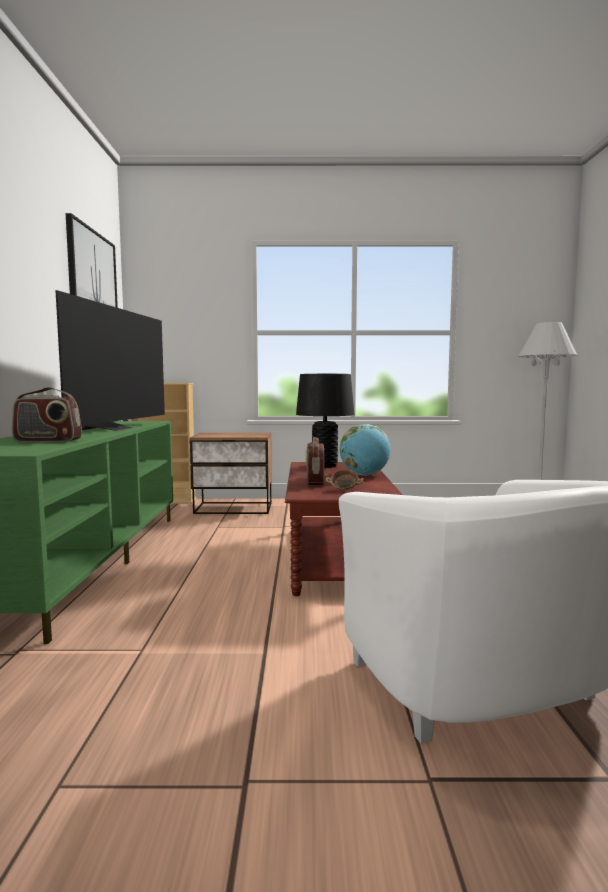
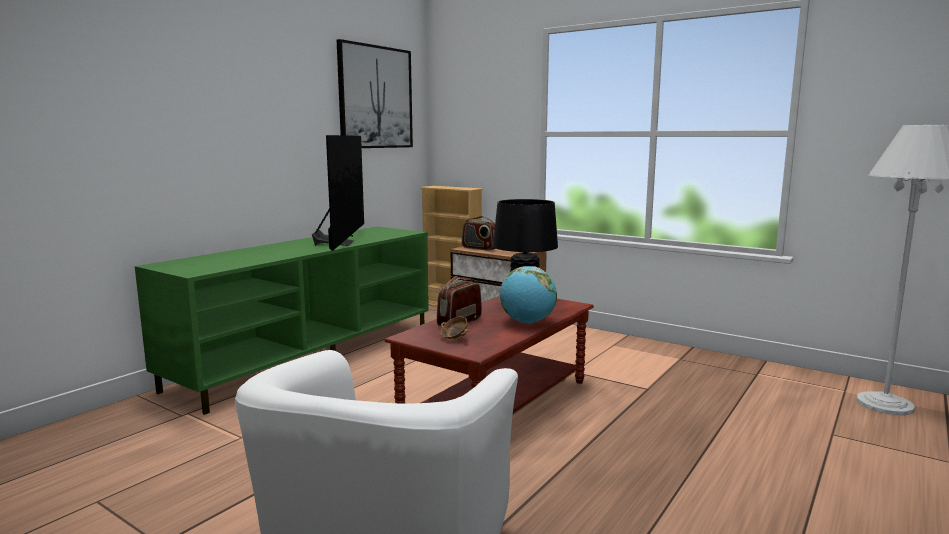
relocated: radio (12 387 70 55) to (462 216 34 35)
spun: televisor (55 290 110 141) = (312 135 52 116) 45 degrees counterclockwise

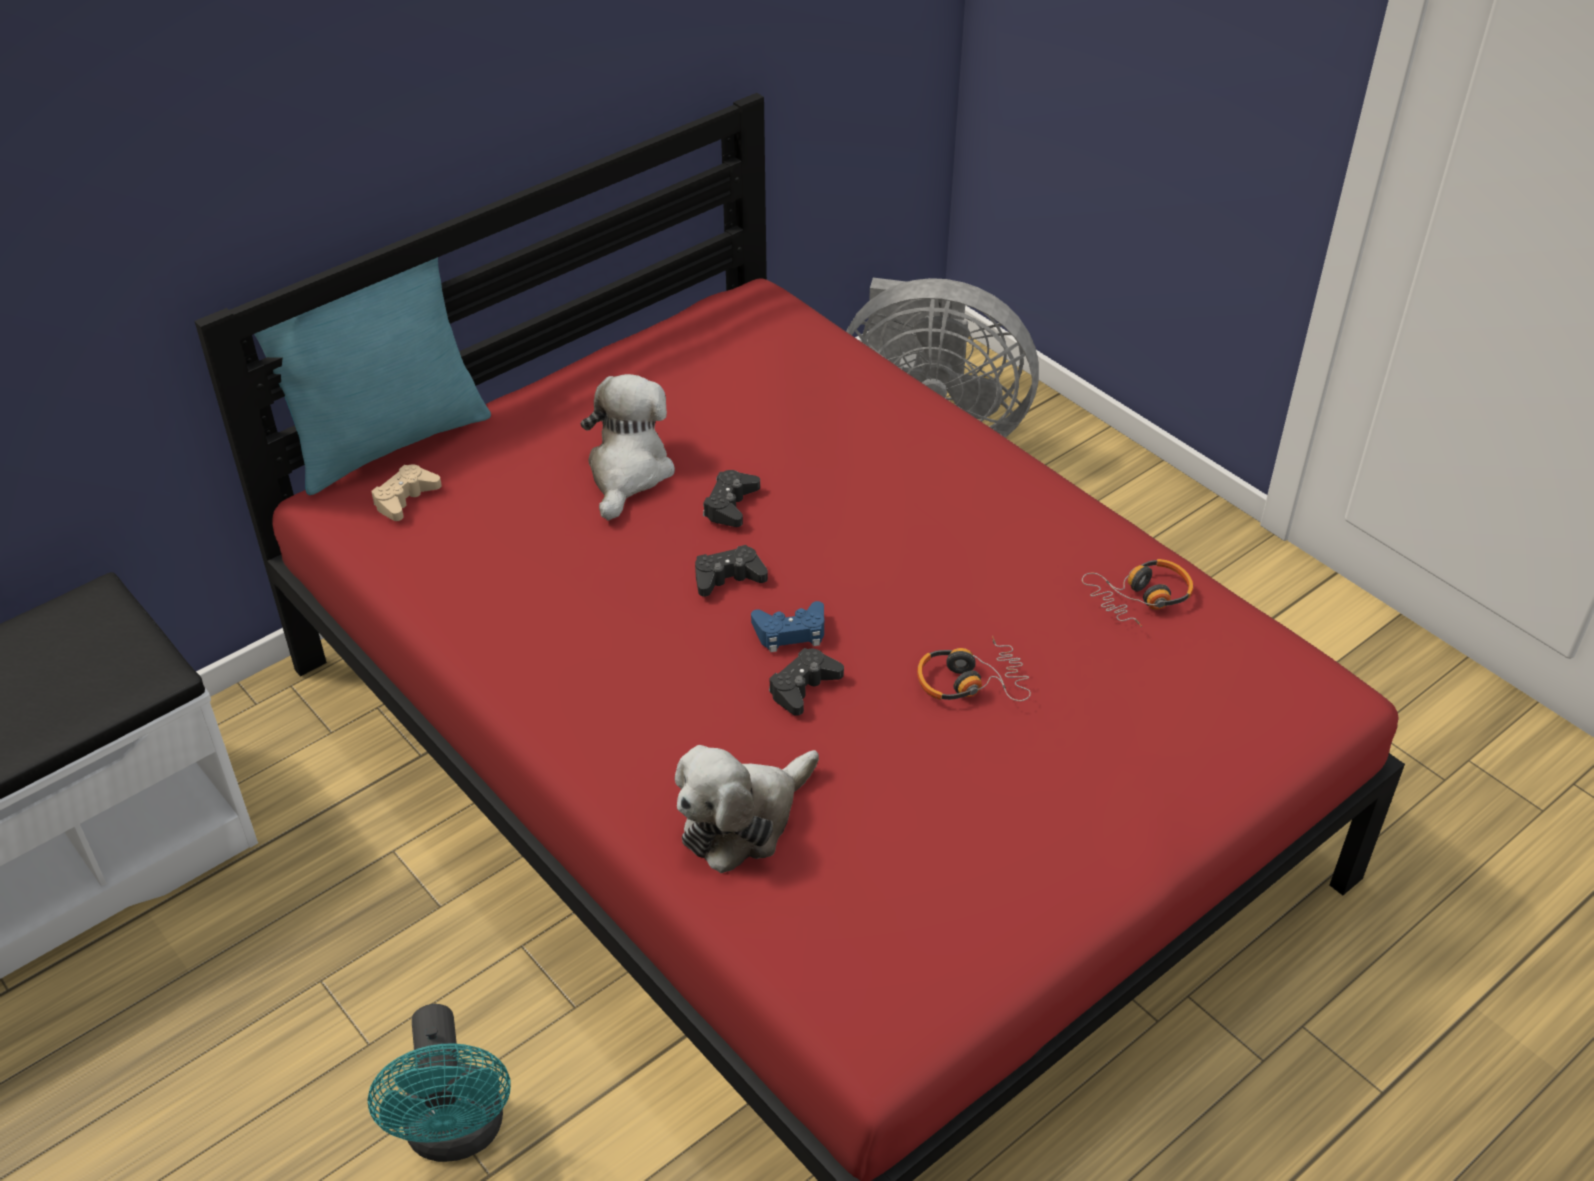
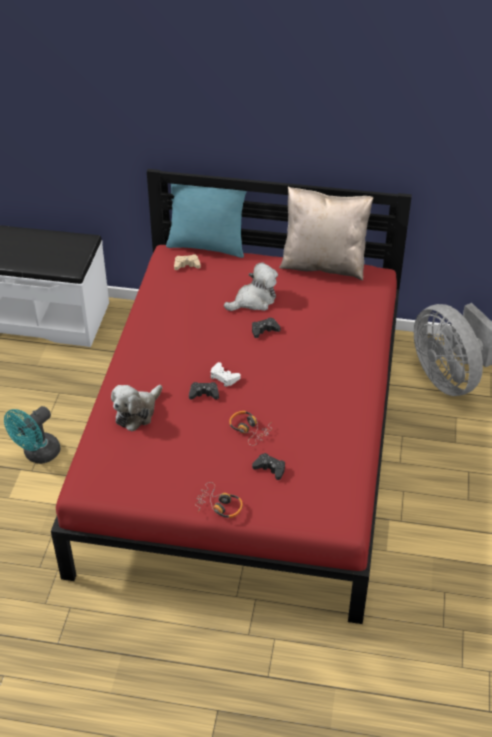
appeared: cojín (beis) (279 186 95 95)
relocated: auriculares (1082 559 111 68) to (195 482 48 36); mando de consola (negro) (695 545 73 52) to (252 453 33 27)
colour: mando de consola (azul) (751 601 73 51) to mando de consola (blanco) (211 362 30 25)
spun: peluche (675 745 144 128) = (111 385 51 46) 60 degrees counterclockwise

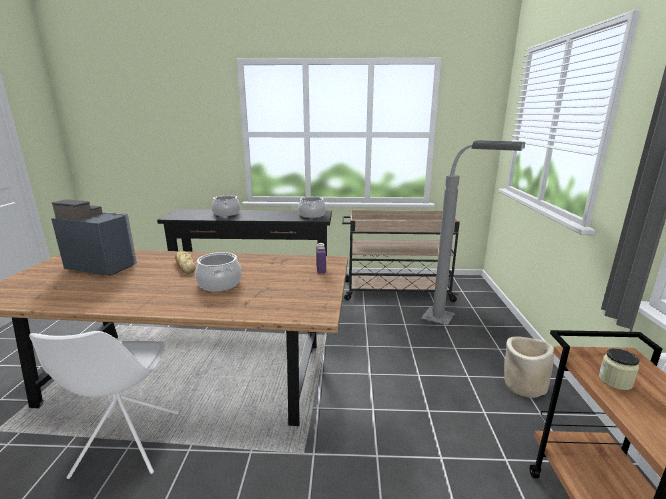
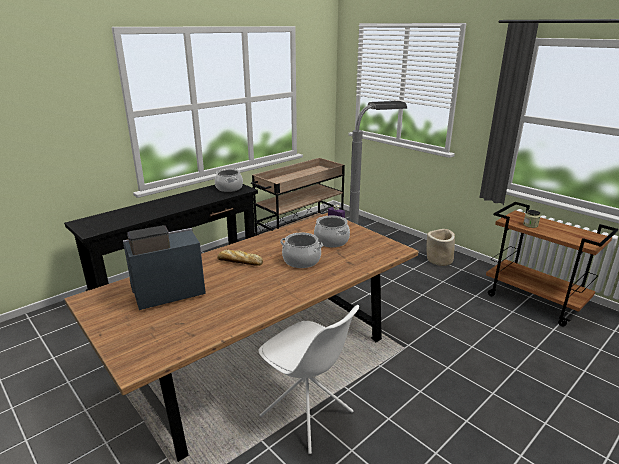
relocated: olla (212 195 28 21) to (314 215 36 32)

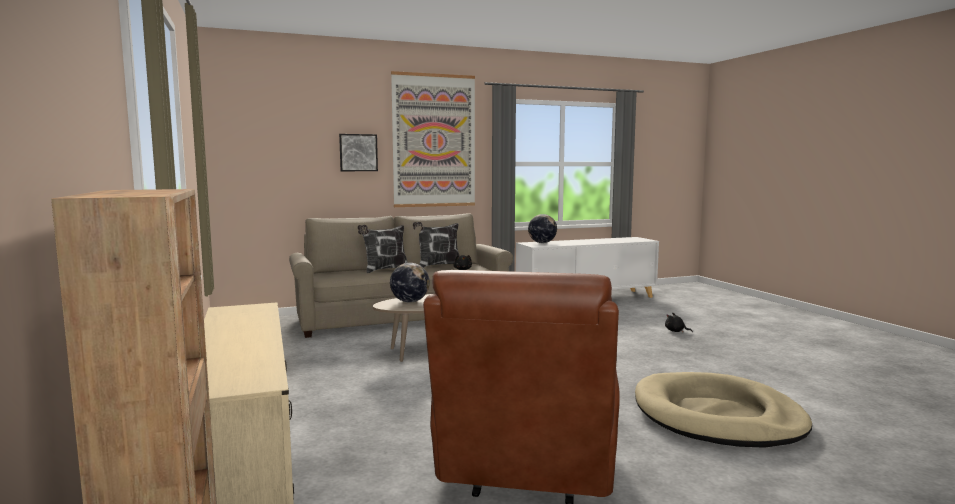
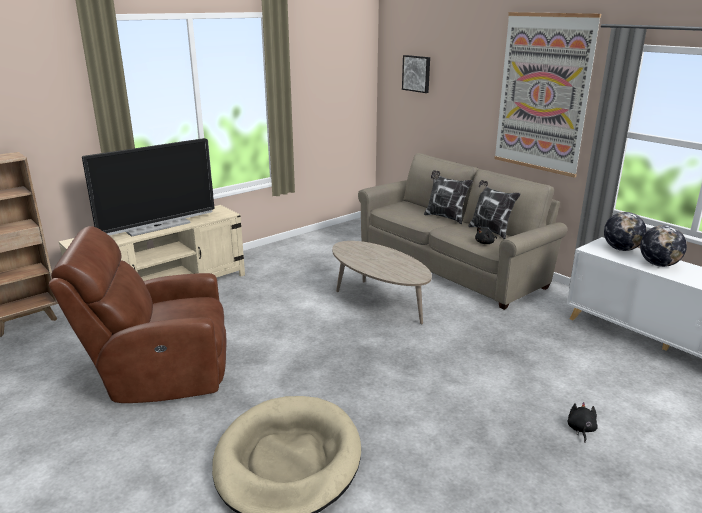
appeared: televisor (82 138 132 99)
relocated: cuadro (339 134 39 37) to (402 55 28 38); globo terráqueo (390 263 40 39) to (640 225 47 42)

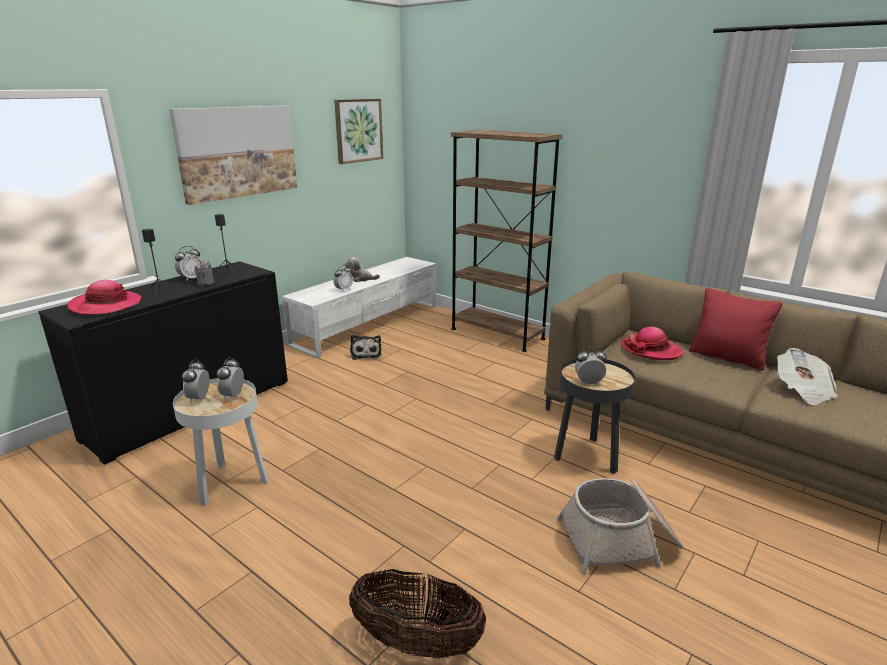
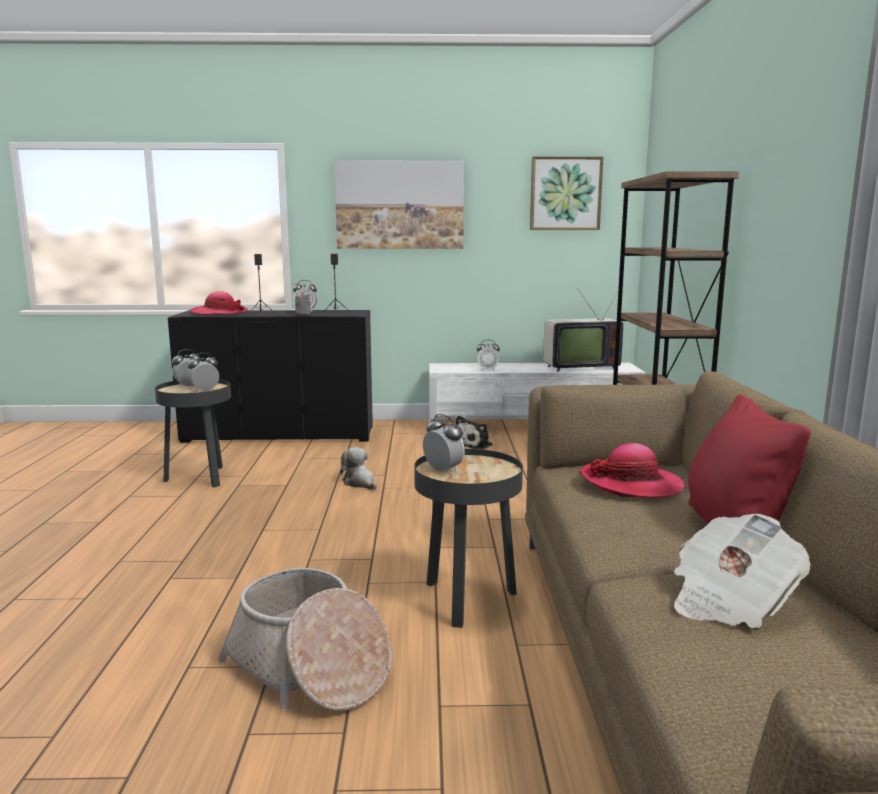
missing: cesta (349 569 137 90)
appeared: televisor (543 288 80 84)
relocated: peluche (345 257 35 25) to (340 447 37 43)
colour: mesa auxiliar (blanco) (173 378 95 128) to mesa auxiliar (negro) (155 379 76 108)

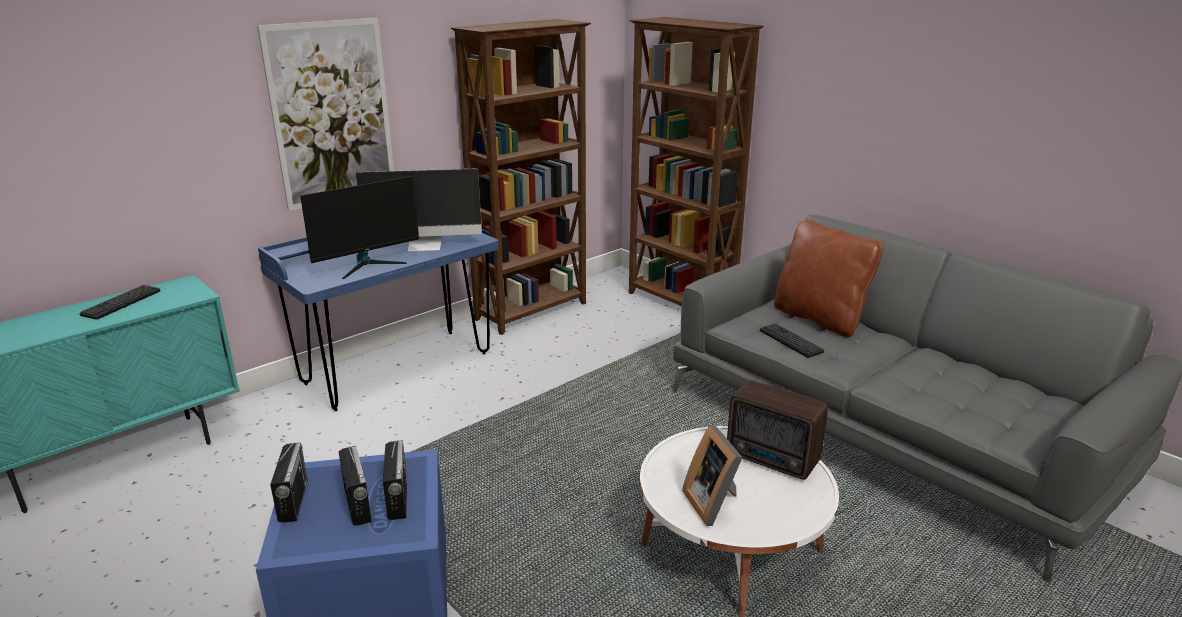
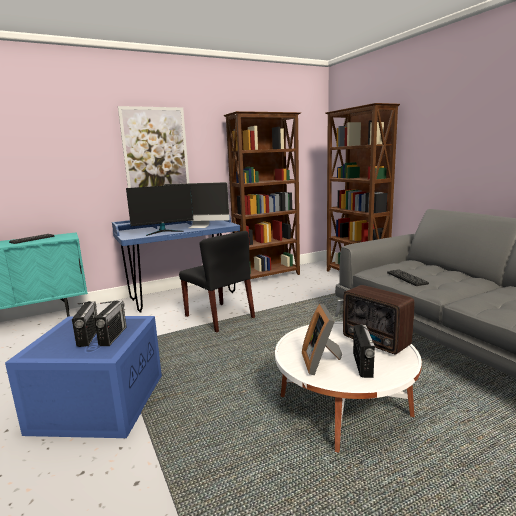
missing: cojín (marrón) (774 219 109 118)
appeared: silla (negro) (179 231 76 102)
relocated: radio (270 443 38 80) to (353 324 22 54)

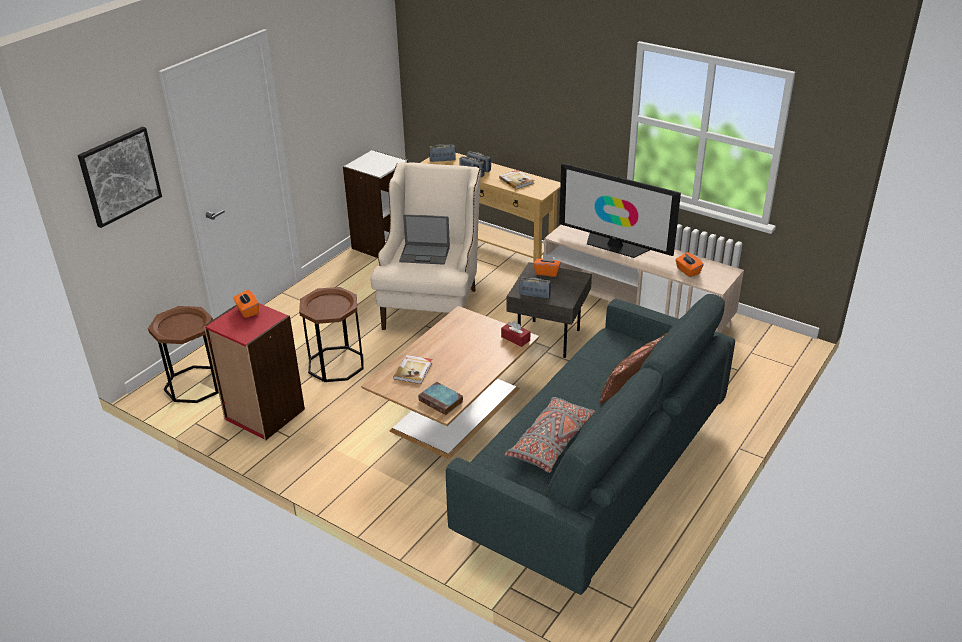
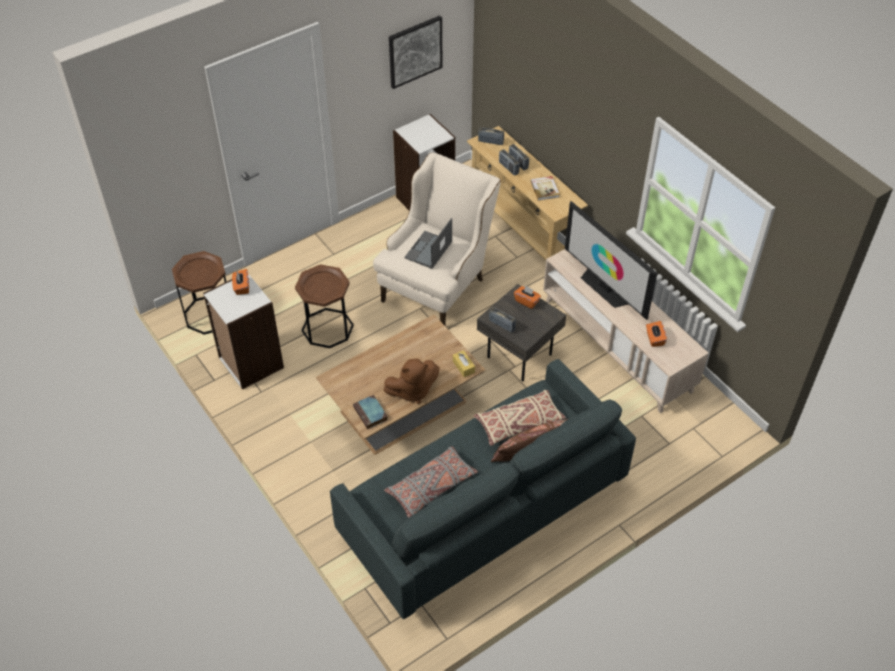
missing: libro (393 355 39 29)
appeared: peluche (marrón) (383 358 56 46); cojín (beis) (474 390 92 56)
relocated: cuadro (78 126 84 102) to (389 16 53 73)
colour: estantería (rojo) (204 303 101 137) to estantería (blanco) (203 274 81 116); caja de pañuelos (rojo) (501 321 29 26) to caja de pañuelos (amarillo) (453 350 22 27)
spun: portátil (399 214 51 51) = (404 218 48 51) 90 degrees clockwise

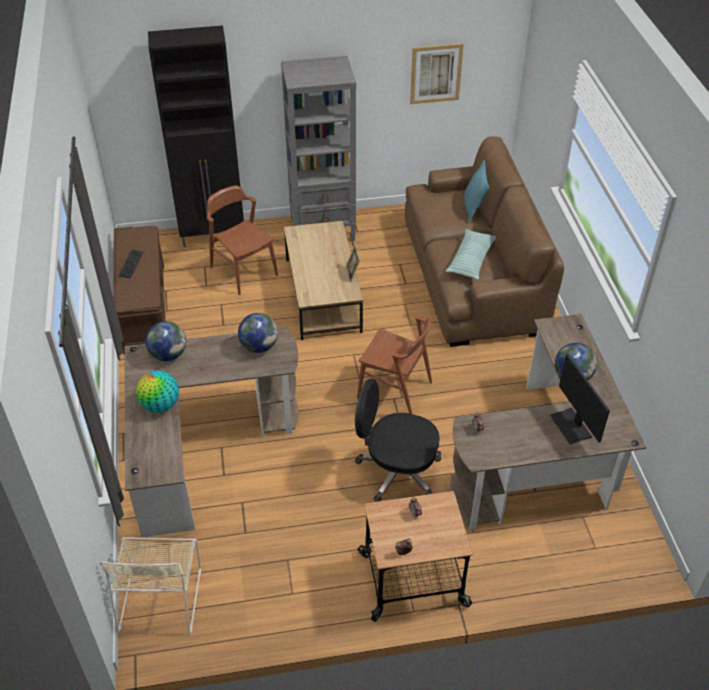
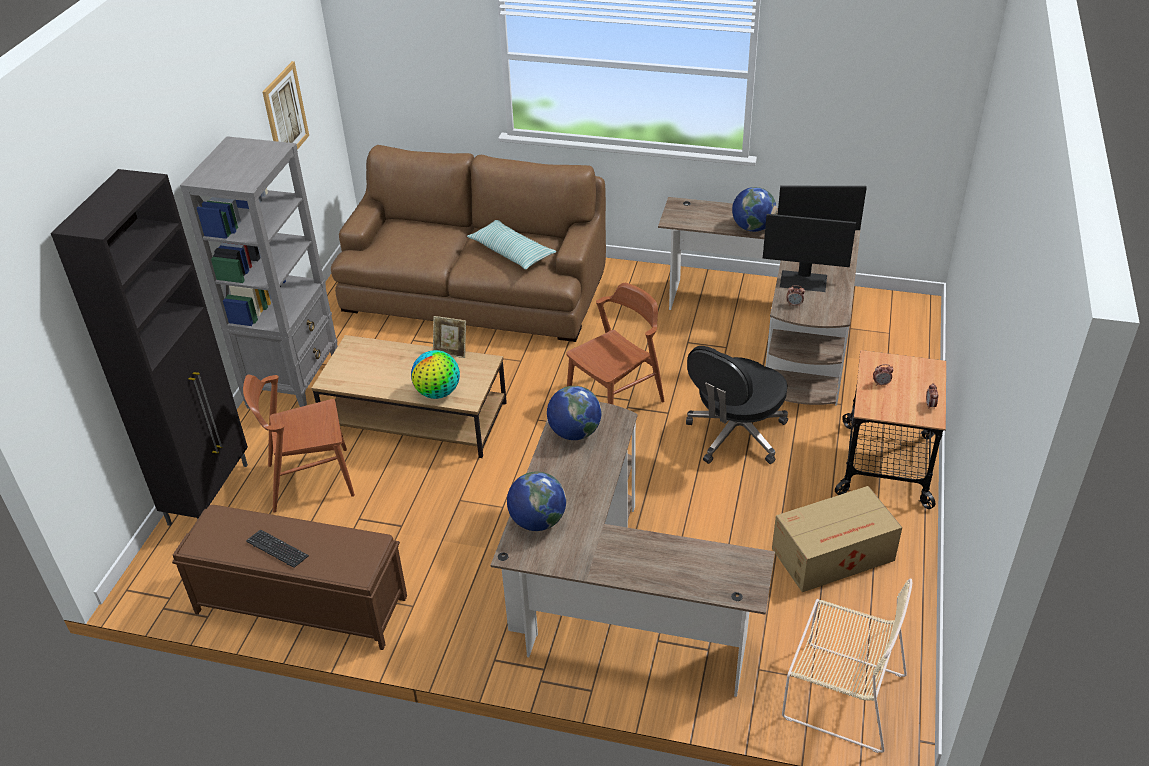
missing: cojín (turquesa) (464 160 25 63)
appeared: monitor (763 214 93 78); caja de cartón (772 486 130 106)
relocated: globo terráqueo (136 370 43 43) to (411 350 49 49)

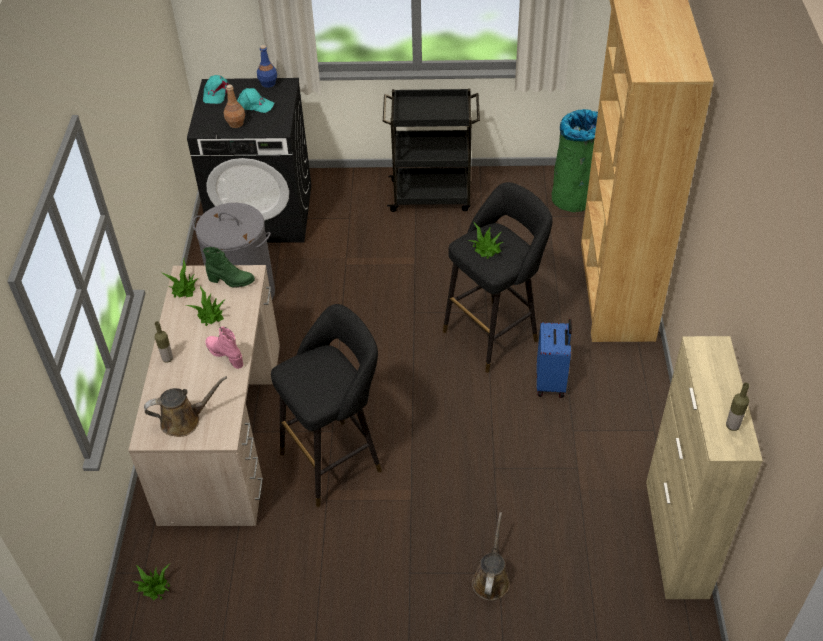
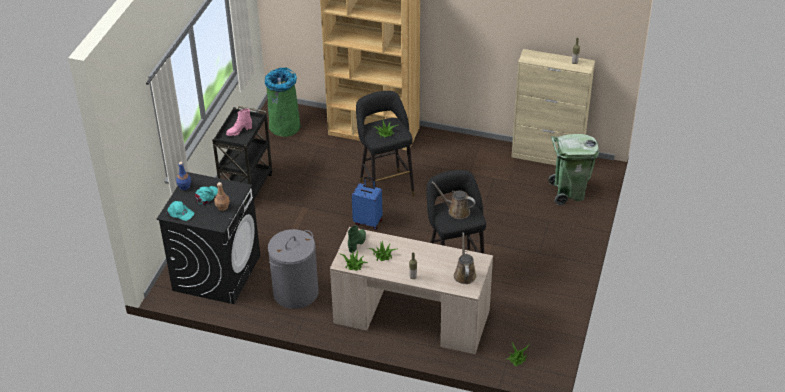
appeared: papelera (verde) (548 134 51 71)
relocated: bota (rosa) (205 326 38 43) to (226 109 26 27); maleta (azul) (537 319 35 79) to (352 176 30 54); regadera (marrón) (472 512 38 89) to (432 181 44 38)

